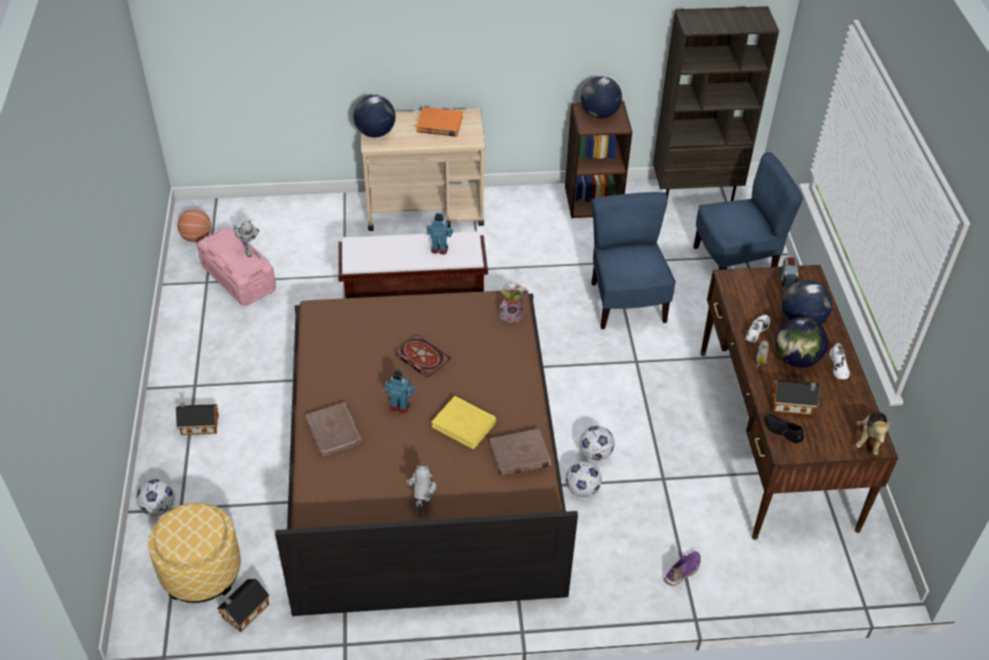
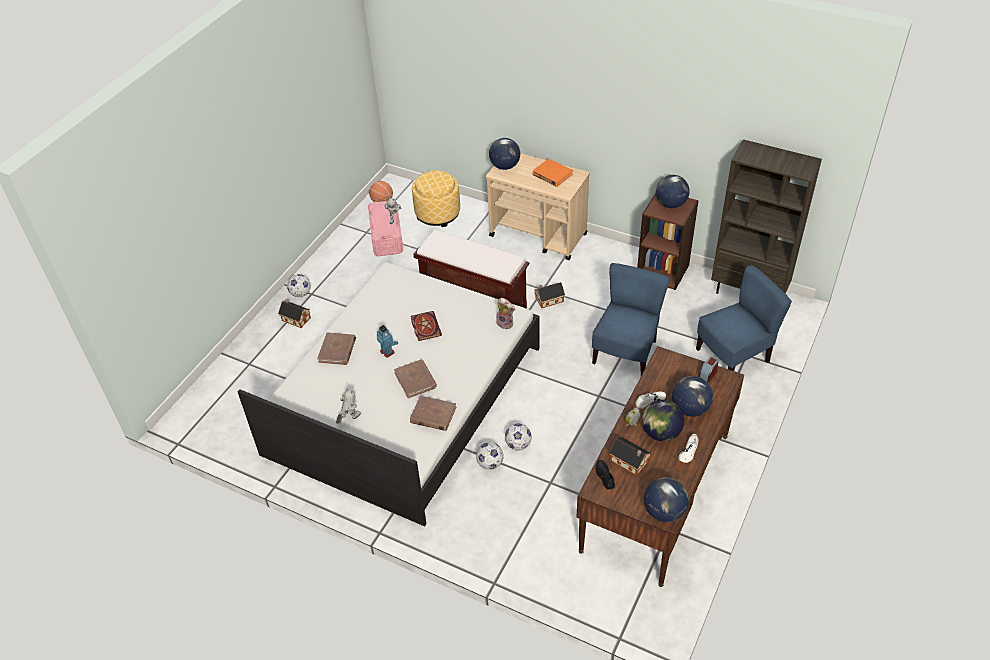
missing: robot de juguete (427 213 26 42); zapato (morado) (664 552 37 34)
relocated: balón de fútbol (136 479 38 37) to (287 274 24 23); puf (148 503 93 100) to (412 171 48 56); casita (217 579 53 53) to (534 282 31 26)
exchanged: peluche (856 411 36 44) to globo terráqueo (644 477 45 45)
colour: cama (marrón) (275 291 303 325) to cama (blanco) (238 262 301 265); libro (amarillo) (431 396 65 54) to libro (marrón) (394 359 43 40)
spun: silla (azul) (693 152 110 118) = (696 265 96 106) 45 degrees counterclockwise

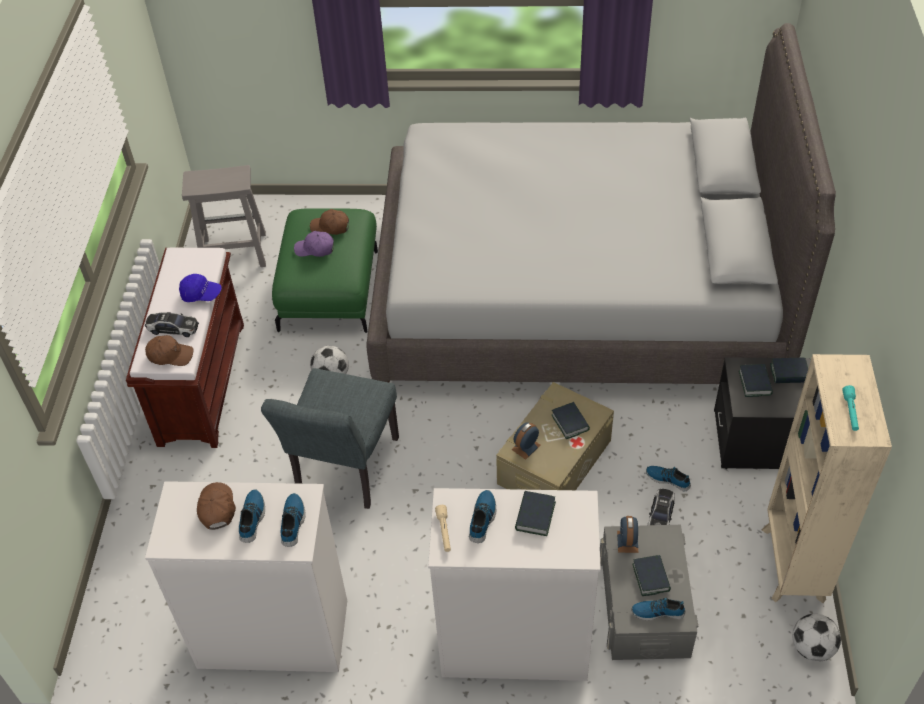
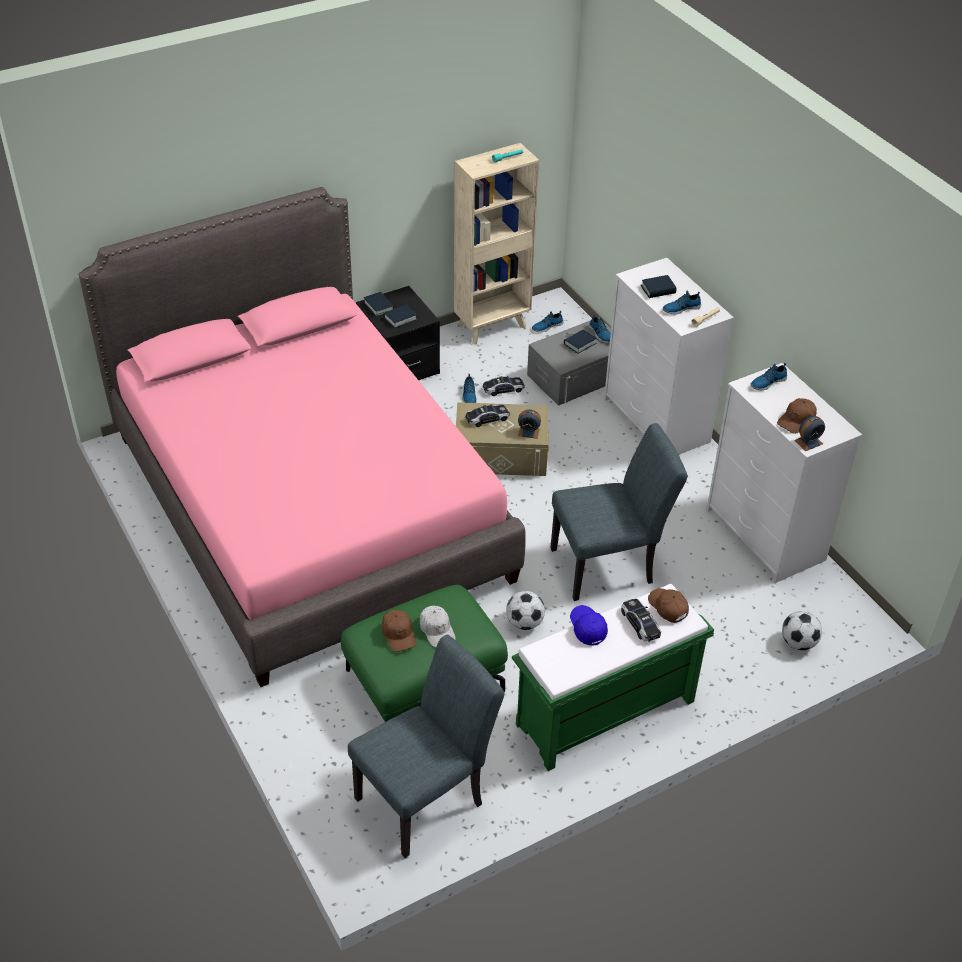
relocated: zapato (239 489 26 54) to (532 311 31 21); balón de fútbol (792 614 49 48) to (782 611 40 39); despertador (617 516 22 37) to (794 416 31 35)
exchanged: taburete (gris) (182 165 84 102) to silla (gris) (348 634 157 224); libro (552 402 38 37) to coche de juguete (465 404 45 23)
colour: cama (gris) (367 23 469 361) to cama (rosa) (79 187 447 500); gorra (morado) (294 231 40 26) to gorra (blanco) (420 606 36 41); banco (marrón) (126 247 118 201) to banco (verde) (512 584 202 187)

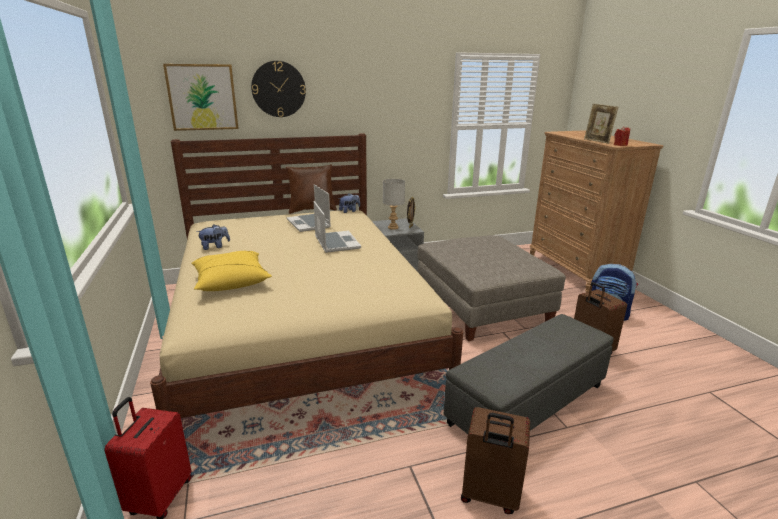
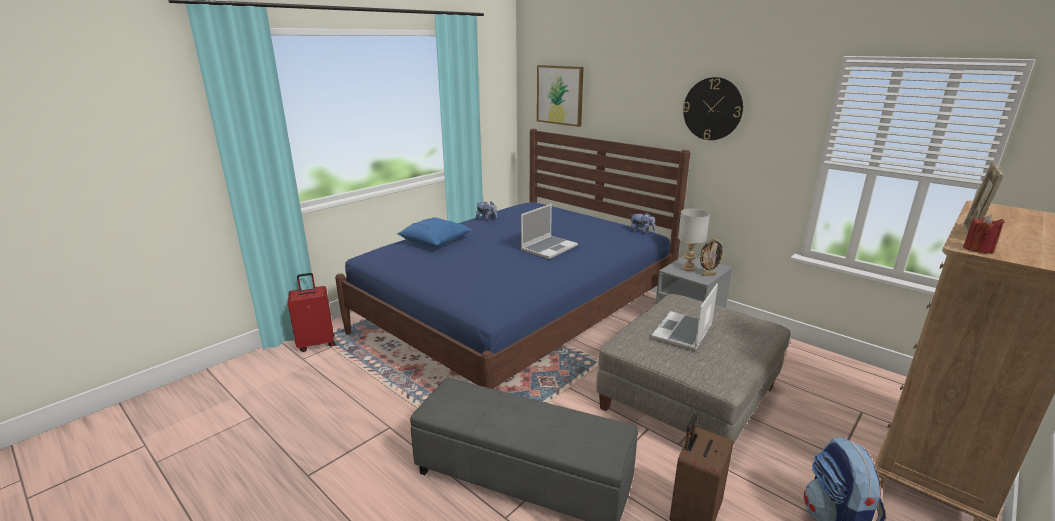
missing: cojín (marrón) (286 165 51 49); maleta (marrón) (461 407 69 107)
relocated: portátil (287 184 44 48) to (651 284 67 66); reloj de pared (251 61 55 56) to (683 77 60 63)
colour: cama (beis) (150 133 313 285) to cama (azul) (335 129 355 260); cojín (amarillo) (192 251 80 40) to cojín (azul) (397 217 75 30)

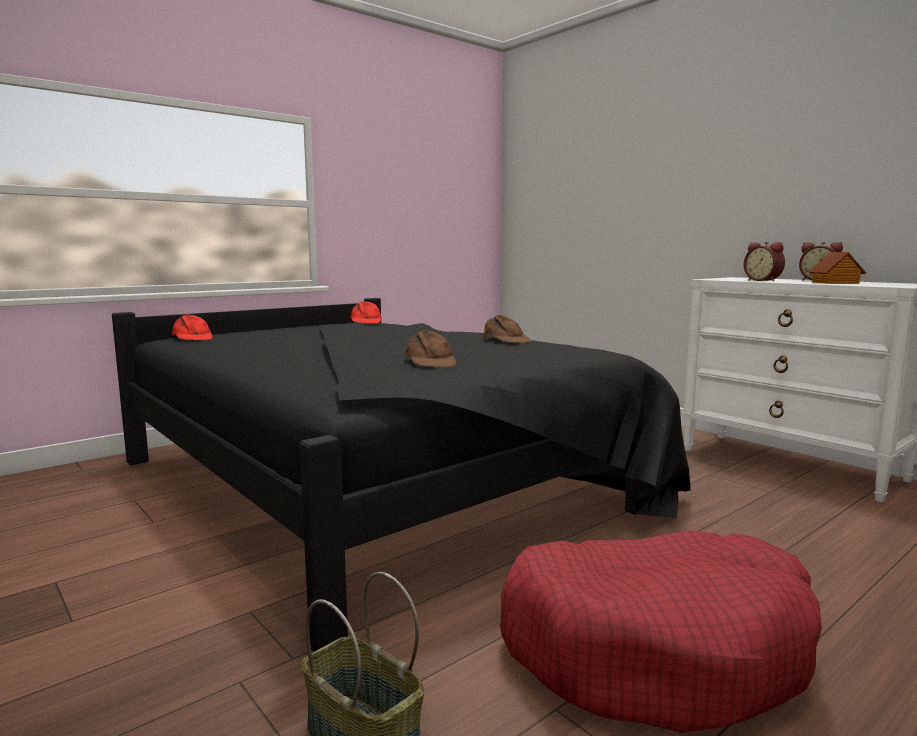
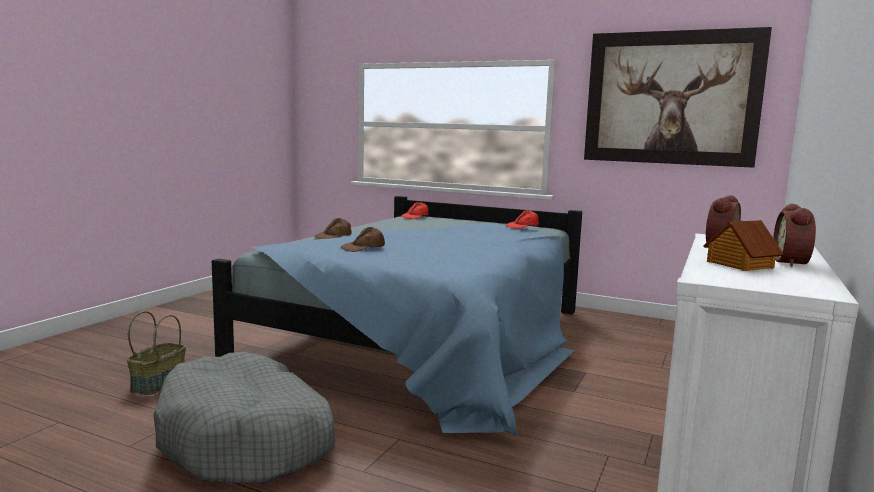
appeared: cuadro (584 27 188 141)
relocated: gorra (marrón) (483 315 49 28) to (314 218 38 21)
colour: cama para perro (rojo) (500 530 322 203) to cama para perro (gris) (153 352 183 131); cama (negro) (112 298 579 354) to cama (azul) (212 196 370 240)

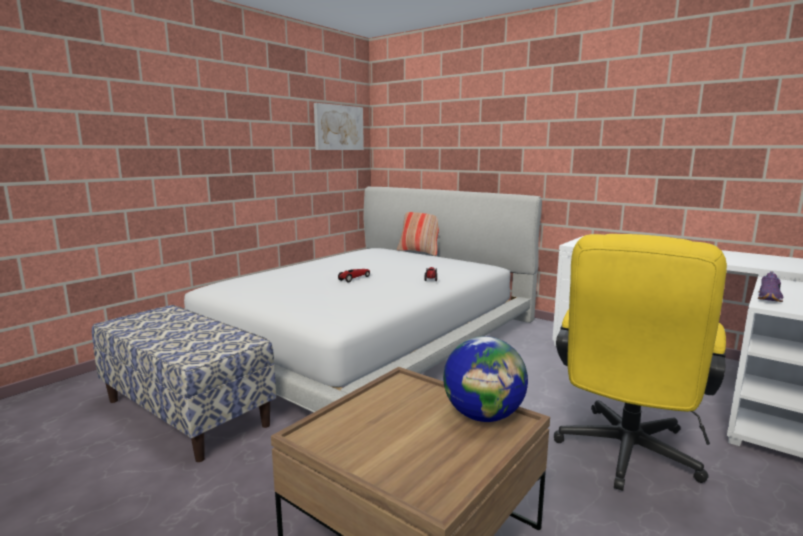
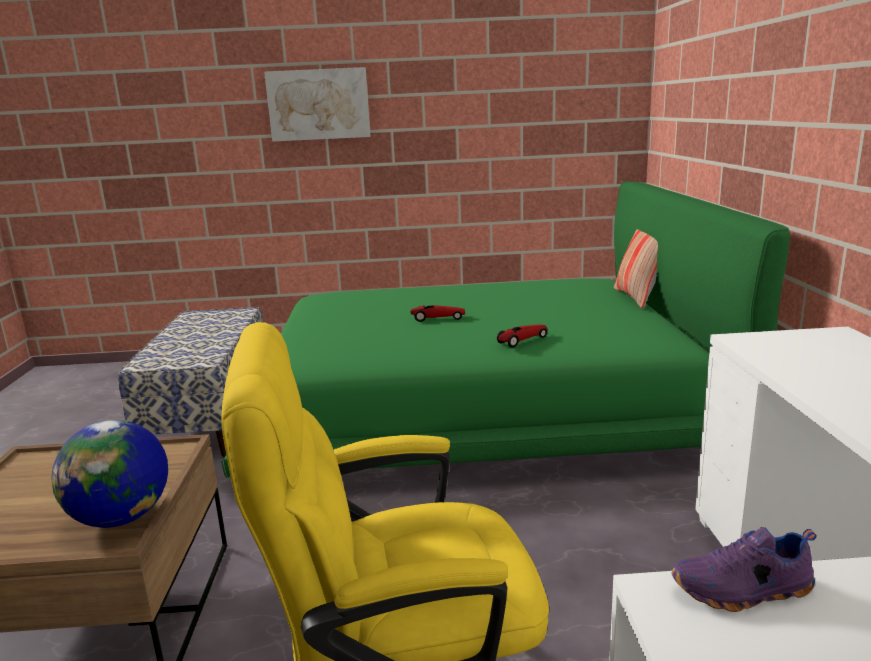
relocated: cuadro (314 103 50 47) to (264 67 107 75)
colour: cama (blanco) (184 186 358 227) to cama (verde) (221 181 569 297)

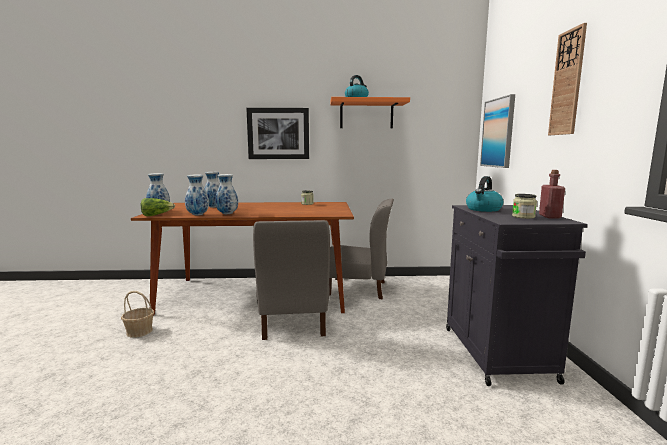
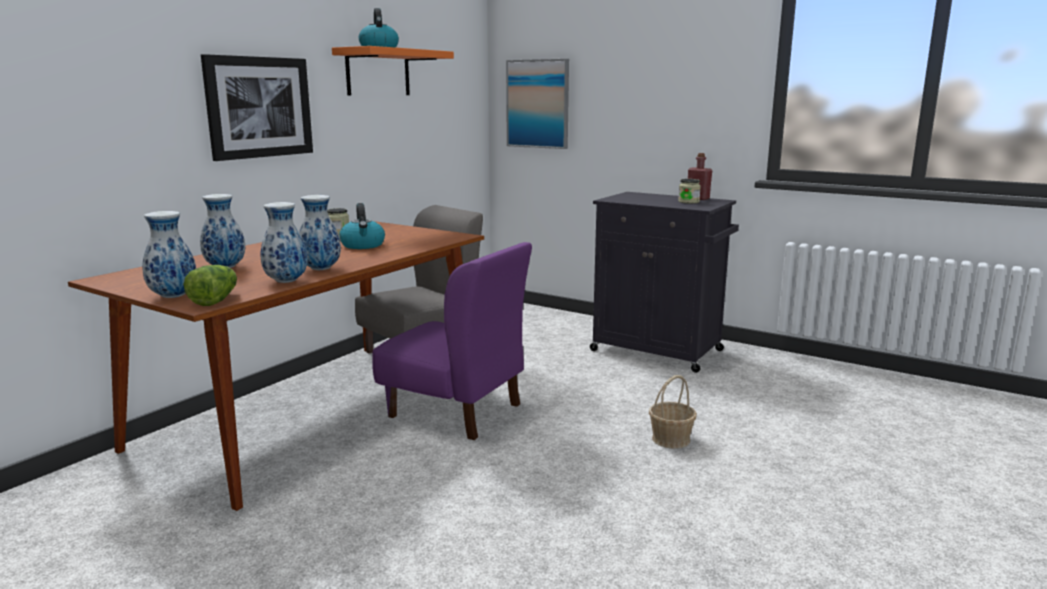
missing: reloj de pared (548 23 39 112)
relocated: hervidor (466 176 38 36) to (339 203 46 46); cesta (121 291 33 47) to (649 375 48 74)
colour: silla (gris) (253 220 77 120) to silla (morado) (372 242 160 198)

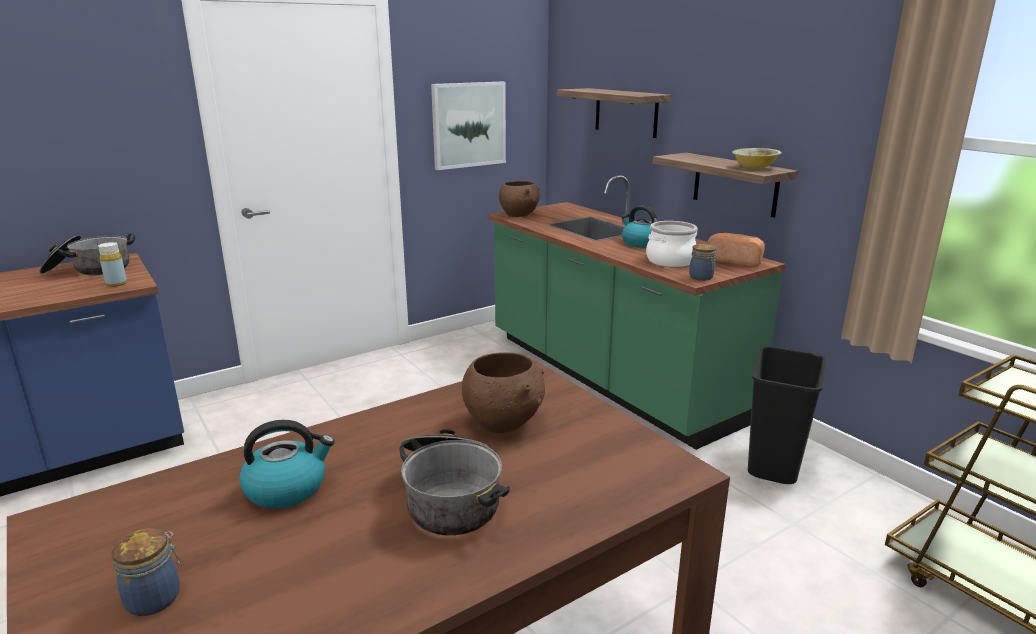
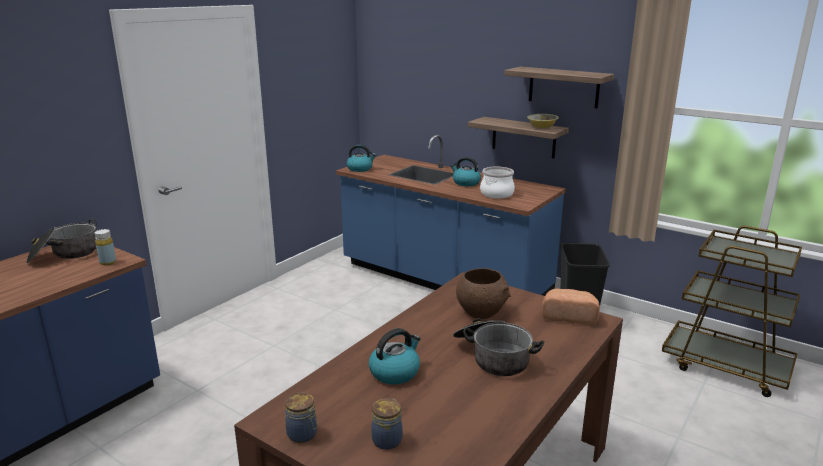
missing: cuadro (431 82 75 88)
relocated: tarro (689 244 27 37) to (285 392 32 51); estante (557 88 114 50) to (504 67 110 41); pan (707 233 58 34) to (542 288 58 37)
exchanged: cuenco (marrón) (499 181 41 36) to hervidor (347 145 29 27)
colour: mueble bajo de cocina (verde) (488 175 298 275) to mueble bajo de cocina (azul) (336 135 230 161)

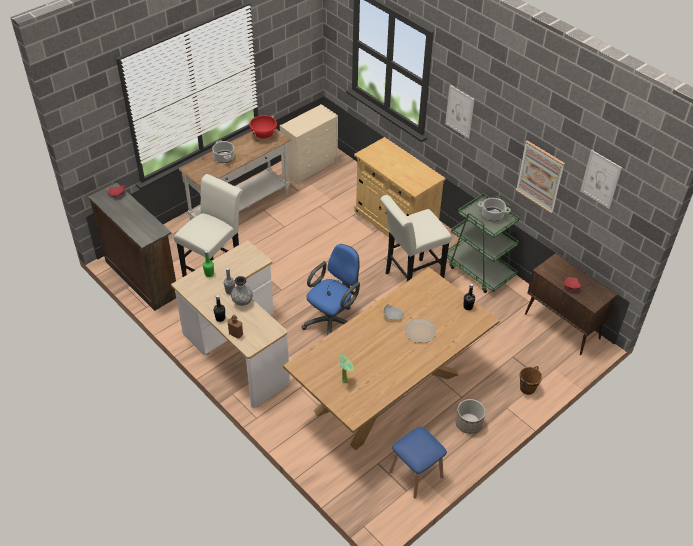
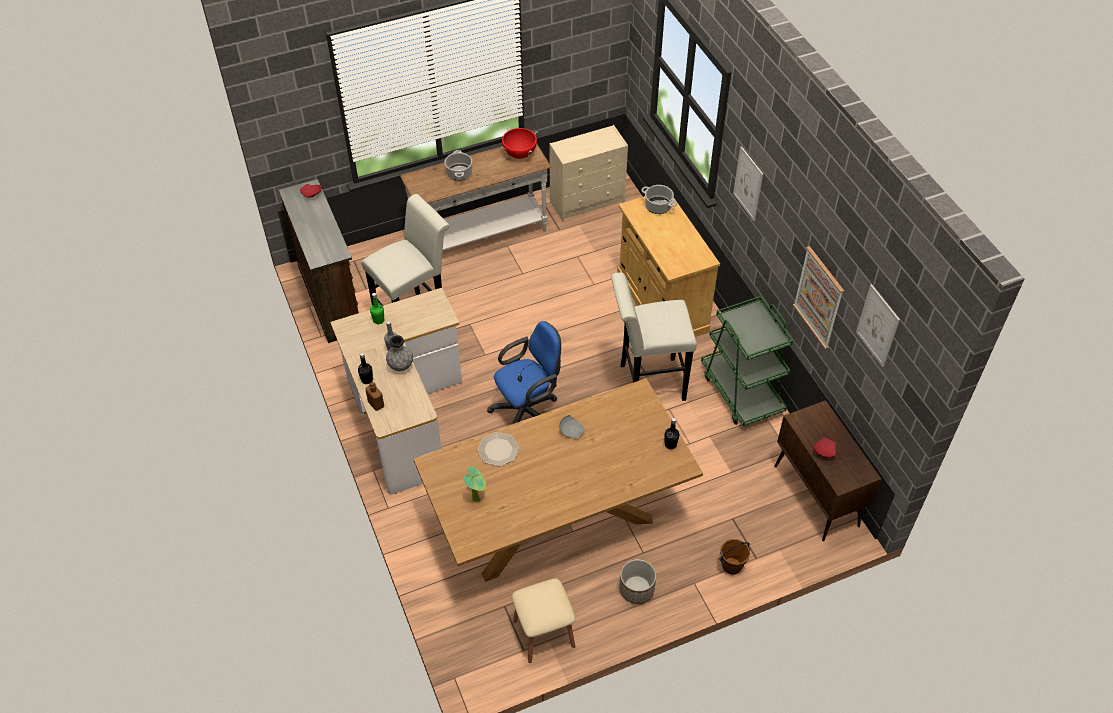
relocated: plato (405 318 31 25) to (477 432 42 35); olla (478 198 33 23) to (641 185 36 29)
colour: taburete (azul) (389 427 58 71) to taburete (beis) (512 579 63 84)

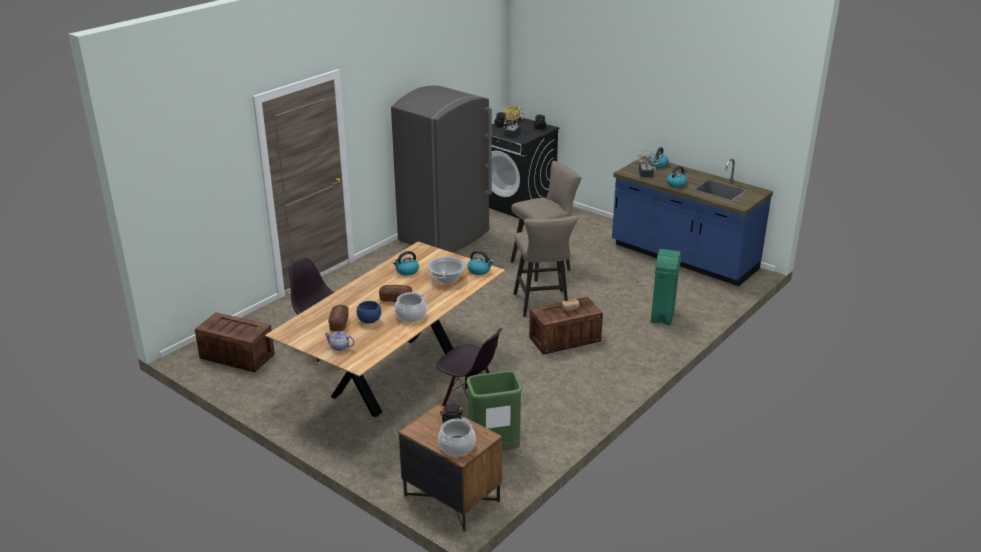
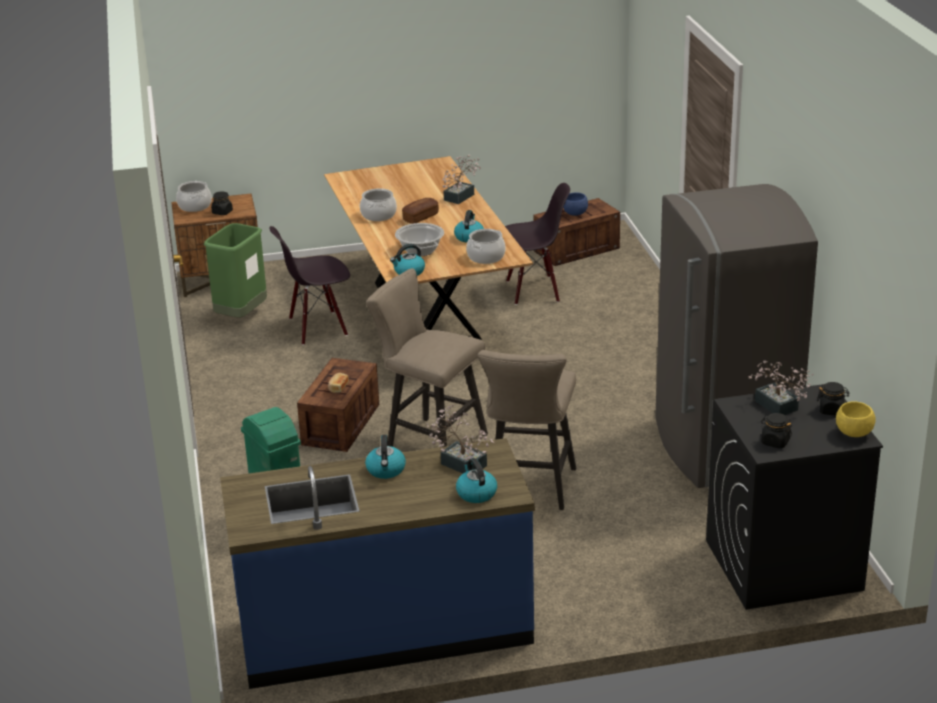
missing: tetera (324 331 30 20); pan (328 305 21 26)
appeared: planta en maceta (442 155 39 49); olla (466 229 40 35)
relocated: cuenco (azul) (357 301 24 23) to (563 192 25 24)

